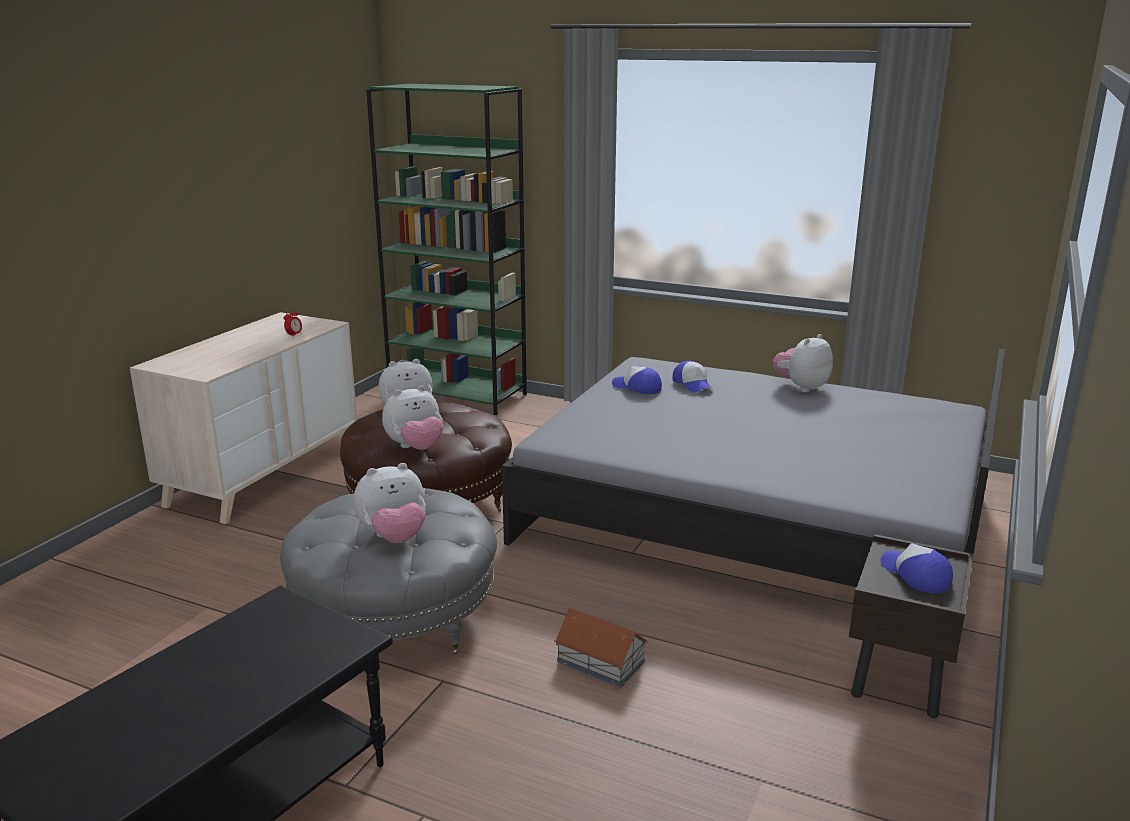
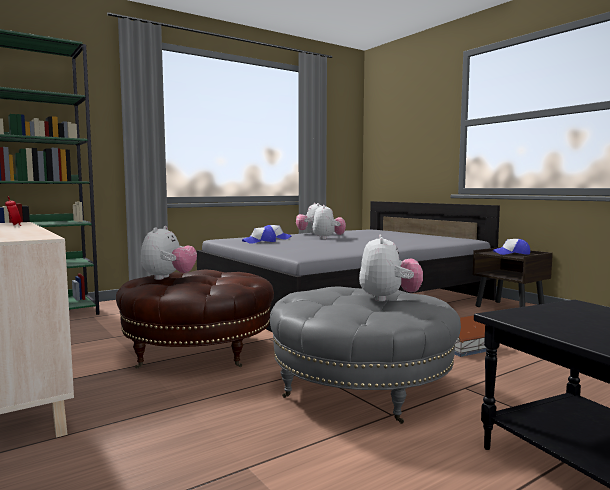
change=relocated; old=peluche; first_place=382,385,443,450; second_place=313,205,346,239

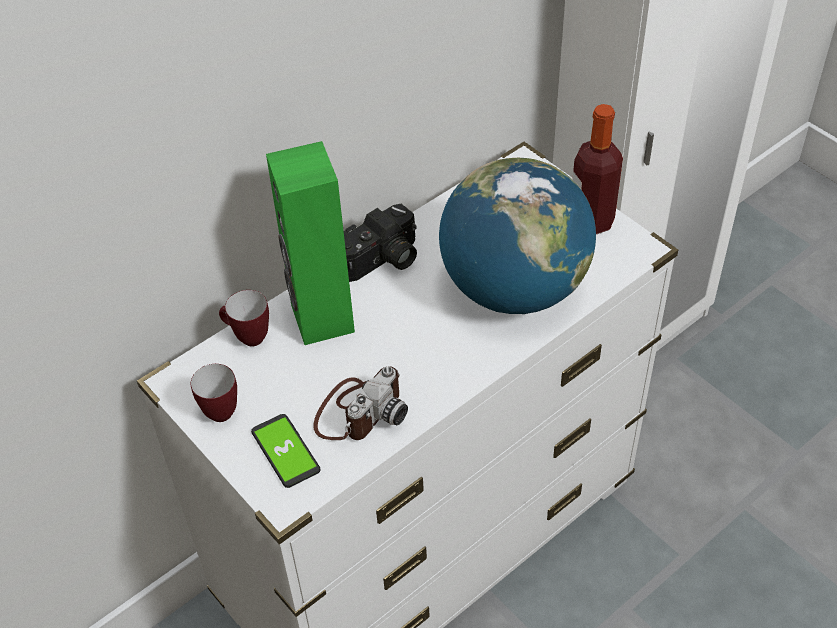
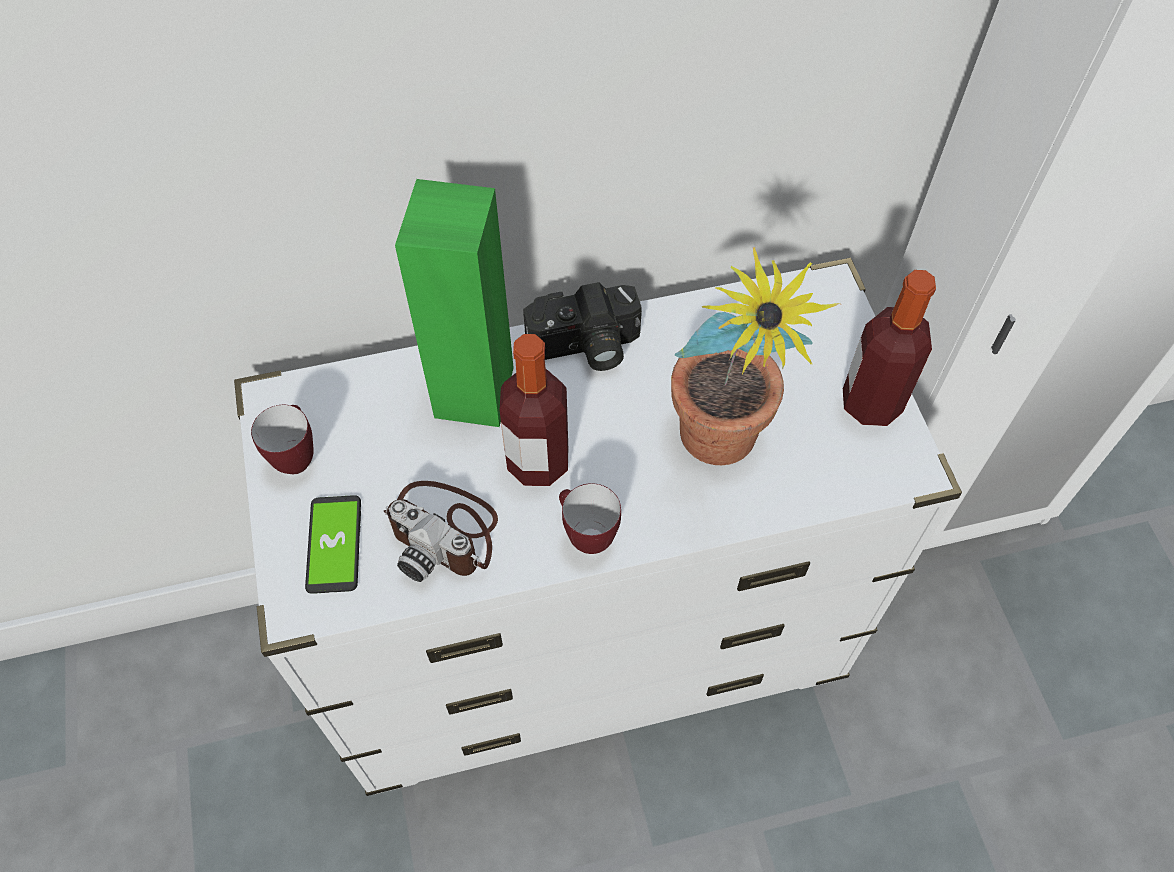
change=relocated; old=mug; first_place=219,290,269,347; second_place=559,483,621,554
change=spun; old=appareil photo; first_place=313,366,408,440; second_place=383,481,498,582; degrees=60
change=exchanged; old=globe; new=plante en pot; first_place=439,158,596,314; second_place=671,247,841,465
change=appeared; new=bouteille; second_place=500,334,568,486

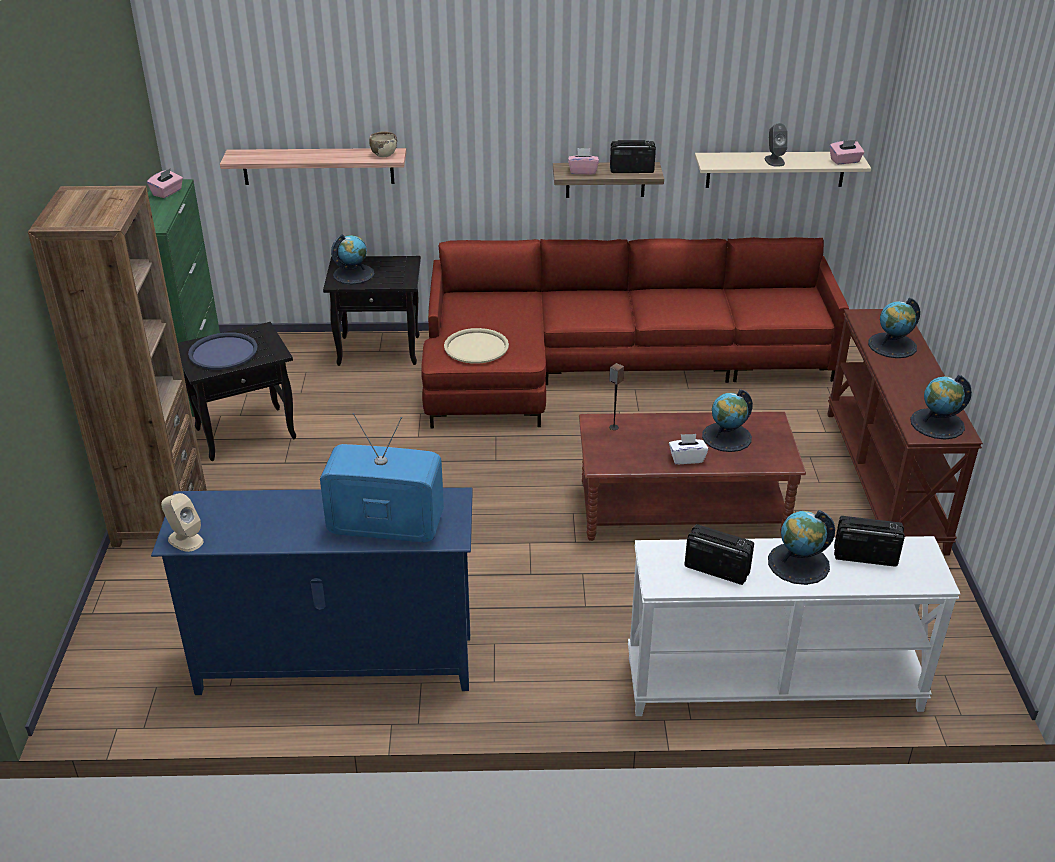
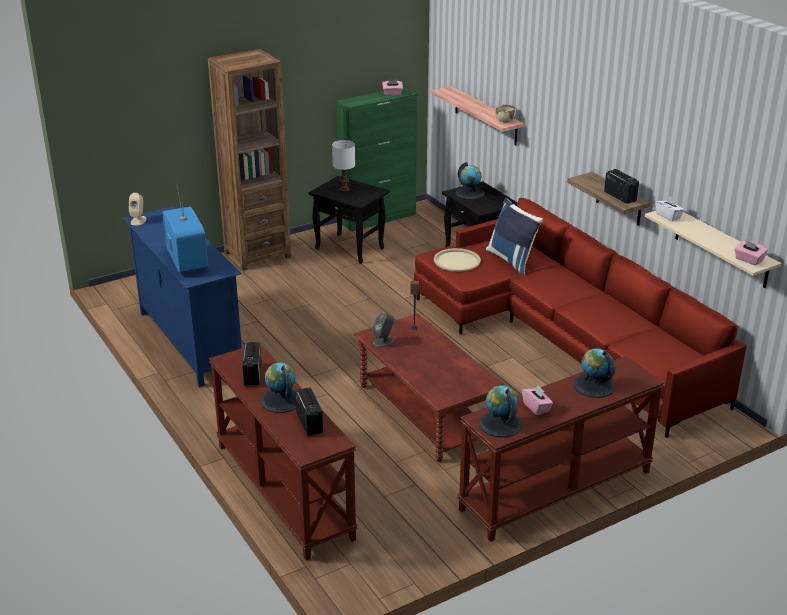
change=exchanged; old=plateau/bleu; new=lampe de table/blanc; first_place=188,332,258,370; second_place=332,140,355,192
change=relocated; old=boîte à mouchoirs/rose; first_place=568,148,599,175; second_place=522,385,553,416
change=colour; old=table console/blanc; new=table console/marron; first_place=628,536,960,716; second_place=209,344,358,561
change=relocated; old=boîte à mouchoirs/blanc; first_place=669,434,708,464; second_place=655,196,684,221
change=missing; old=globe; first_place=702,389,753,452
change=relocated; old=enceinte/gris; first_place=765,123,788,167; second_place=372,312,394,347
change=appeared; new=coussin/bleu; second_place=486,198,543,275

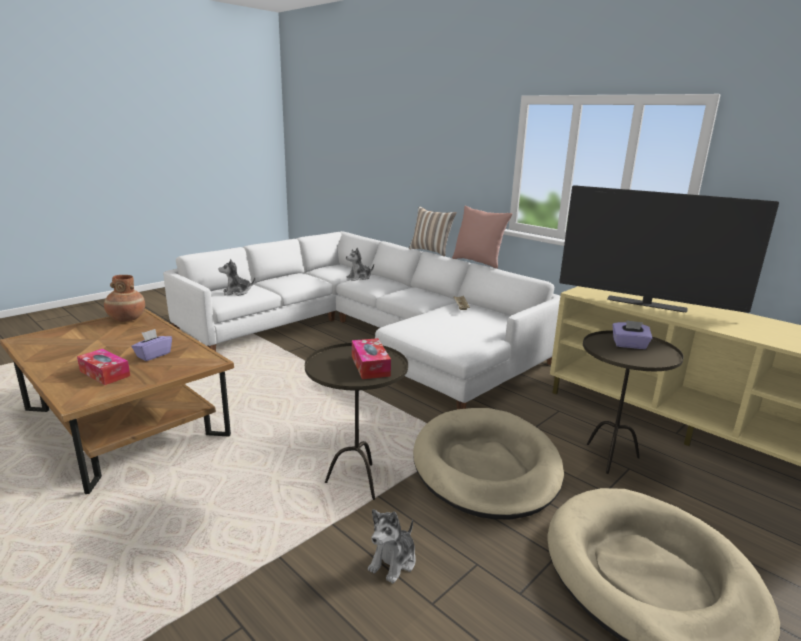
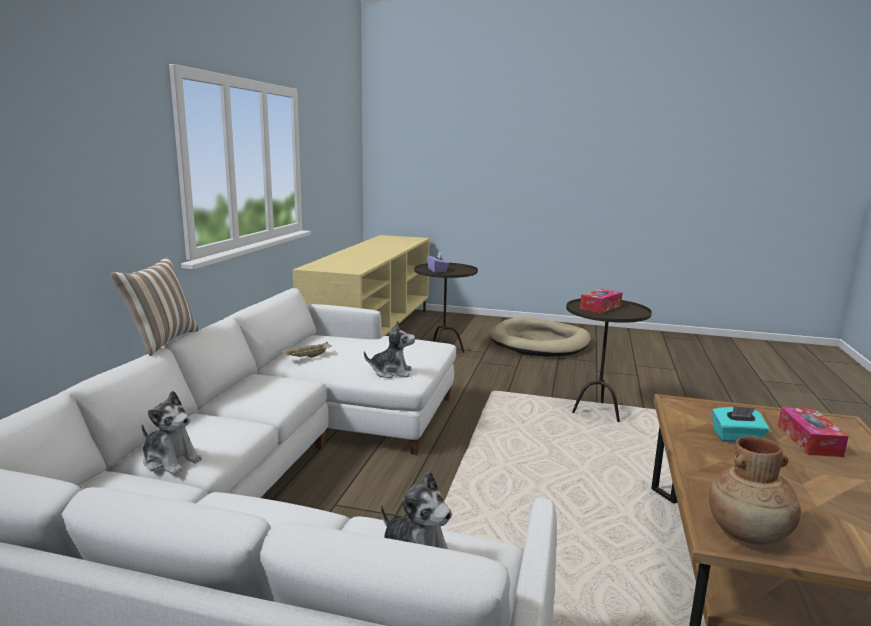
change=colour; old=boîte à mouchoirs/violet; new=boîte à mouchoirs/turquoise; first_place=132,329,172,361; second_place=712,406,769,442
change=relocated; old=peluche; first_place=368,509,416,584; second_place=364,321,415,378
change=missing; old=panier pour chien/beige; first_place=413,408,564,519
change=missing; old=coussin/rose; first_place=452,206,513,269
change=missing; old=téléviseur; first_place=559,185,779,313

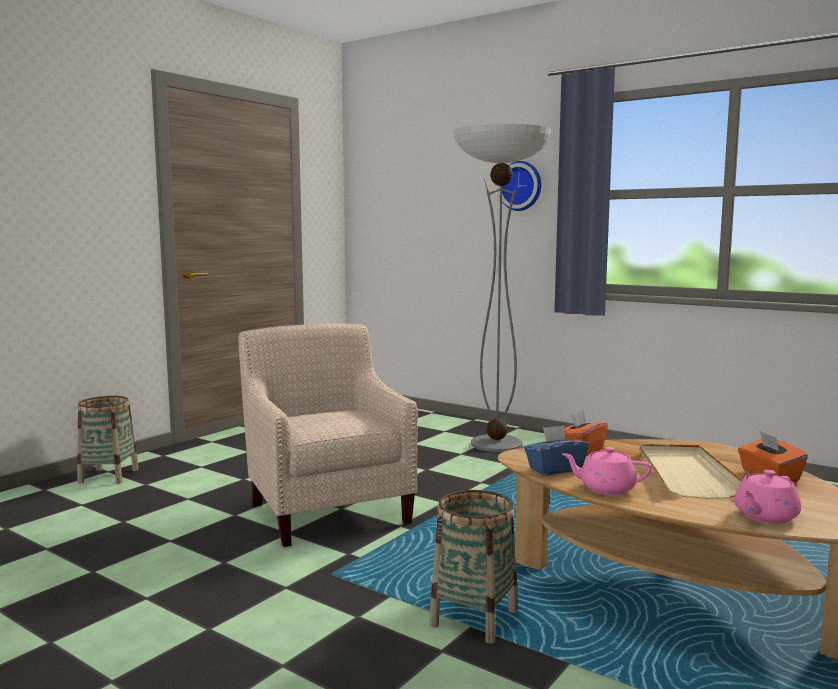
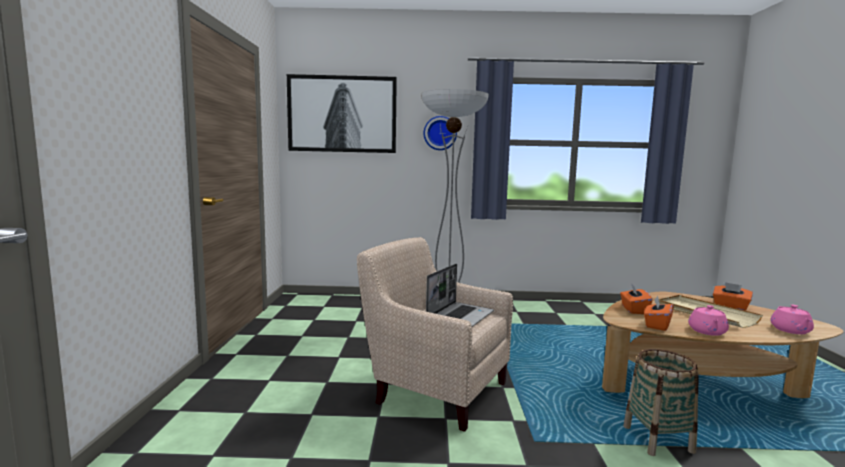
change=missing; old=panier; first_place=77,396,139,484
change=colour; old=boîte à mouchoirs/bleu; new=boîte à mouchoirs/orange; first_place=524,425,589,475; second_place=644,296,674,331
change=spun; old=théière/rose; first_place=562,447,652,495; second_place=688,305,729,336; degrees=-45
change=appeared; new=tableau; second_place=287,74,397,153
change=appeared; new=ordinateur portable; second_place=426,264,494,327

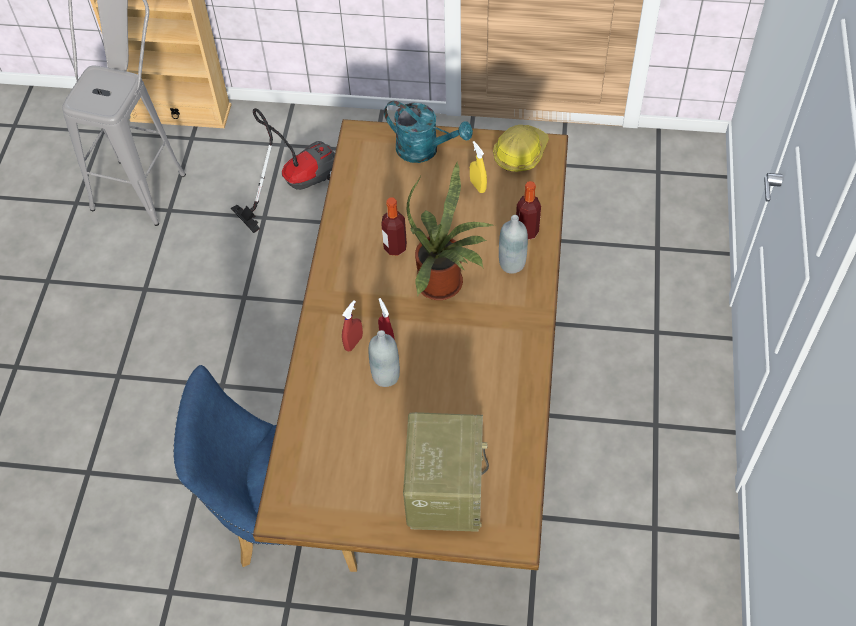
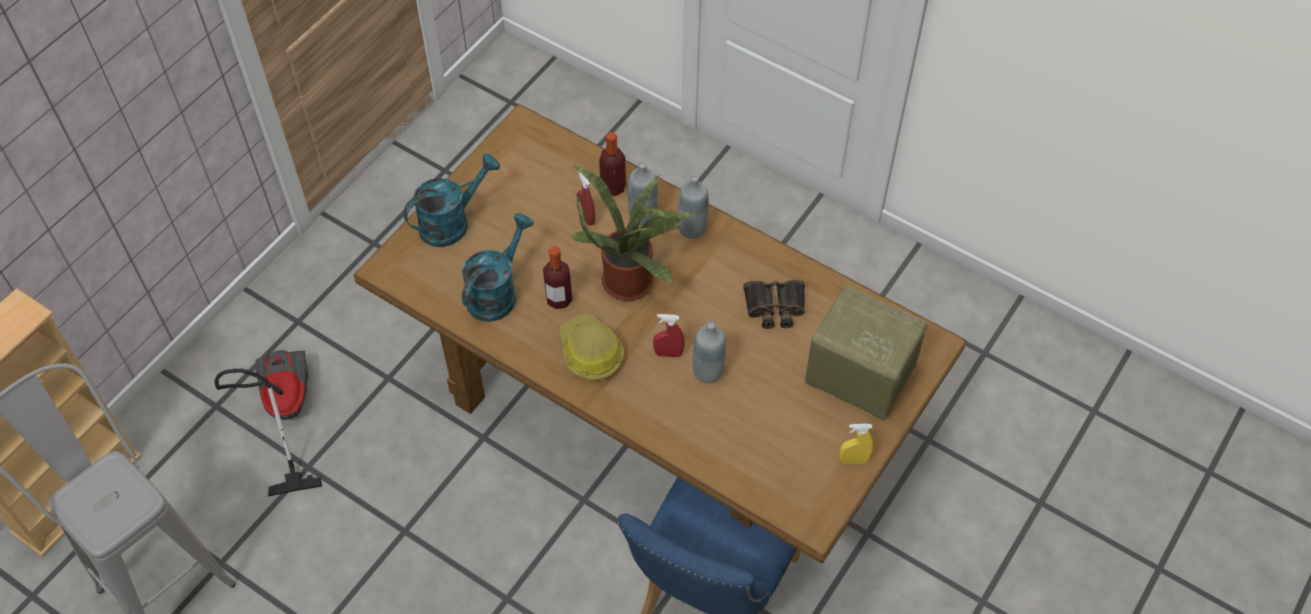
change=relocated; old=vaporisateur/rouge; first_place=342,300,363,351; second_place=576,171,595,226
change=relocated; old=vaporisateur/jaune; first_place=470,141,487,193; second_place=839,424,873,464
change=relocated; old=casque de chantier; first_place=493,125,549,172; second_place=559,314,624,380
change=appeared; new=arrosoir/turquoise; second_place=462,213,534,322
change=appeared; new=bouteille/gris; second_place=678,175,709,239
change=appeared; new=jumelles; second_place=743,280,805,329

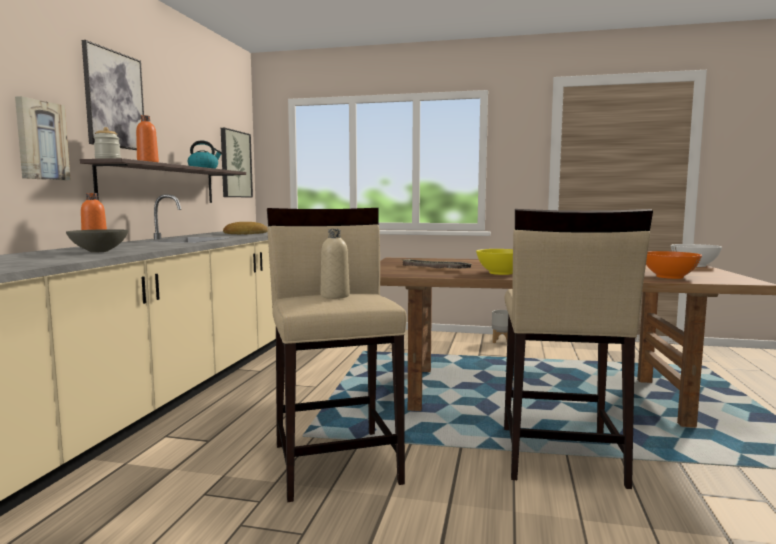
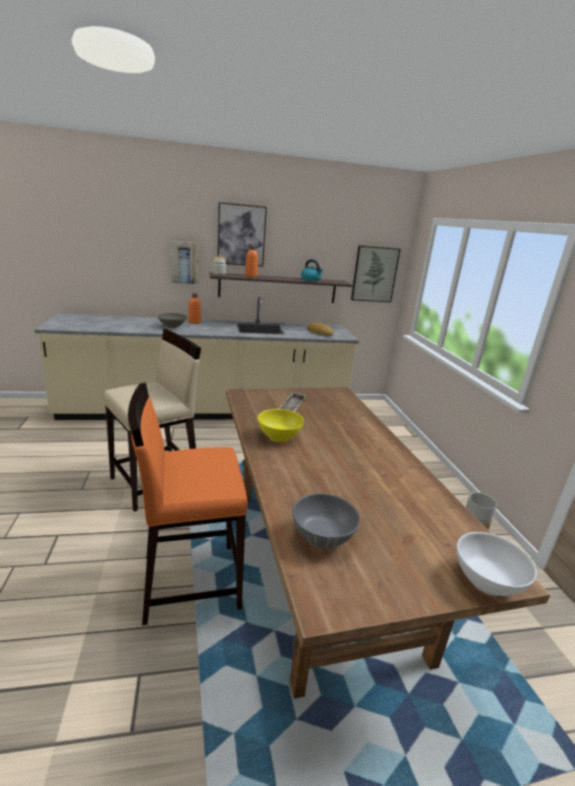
change=missing; old=bouteille/beige; first_place=321,229,350,299
change=colour; old=tabouret/beige; new=tabouret/orange; first_place=504,209,653,489; second_place=128,383,248,625
change=colour; old=bol/orange; new=bol/gris; first_place=646,251,702,279; second_place=292,493,360,548

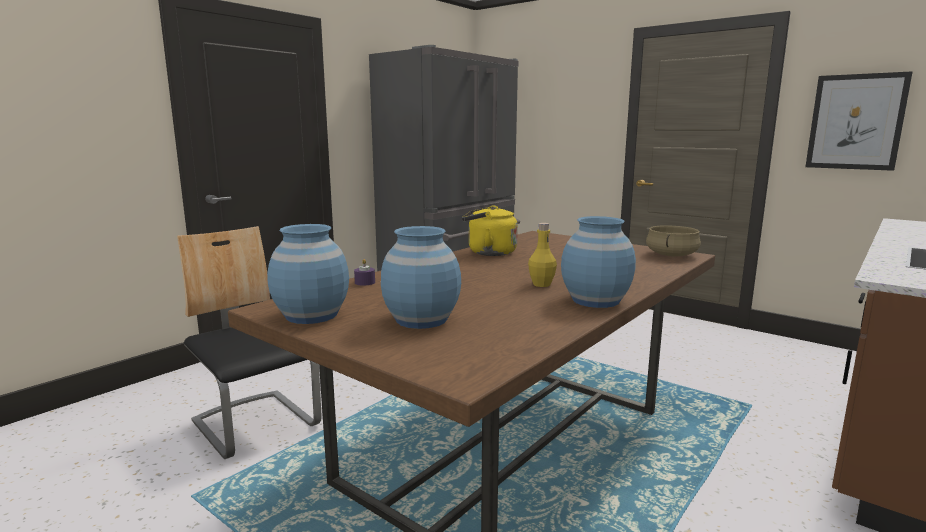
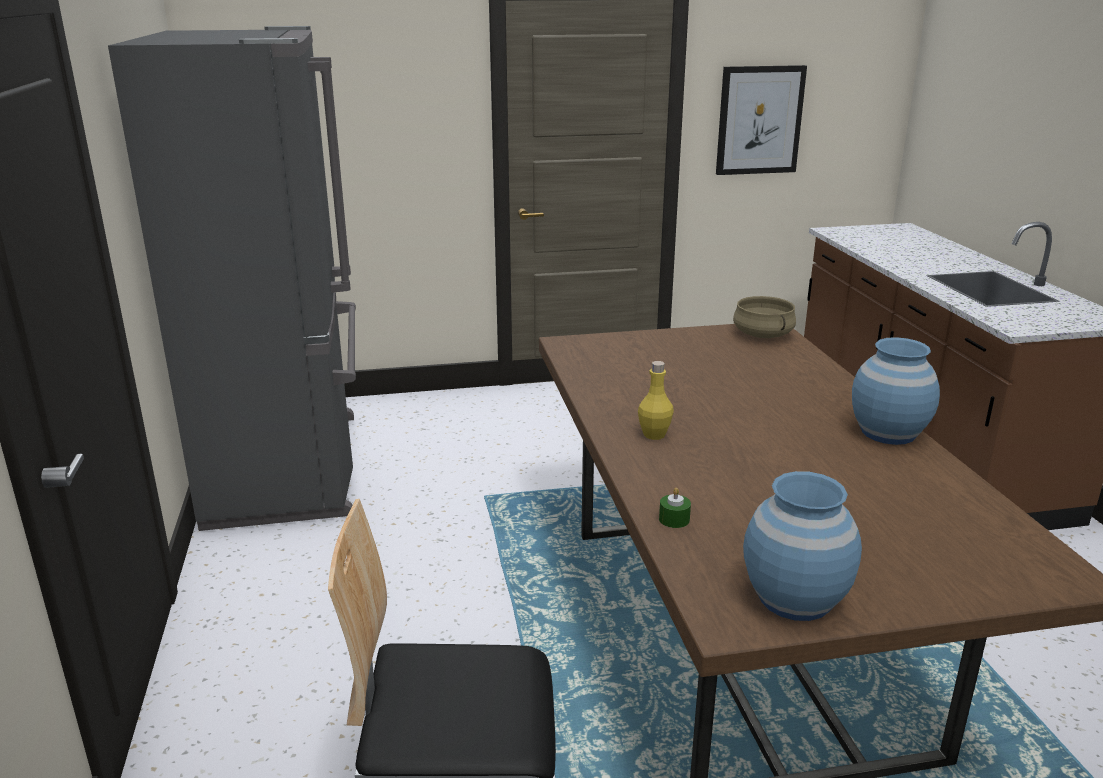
change=colour; old=bougie/violet; new=bougie/vert; first_place=354,259,375,286; second_place=659,488,691,528
change=missing; old=vase/bleu; first_place=381,226,461,329
change=missing; old=bouilloire/jaune; first_place=462,205,518,256
change=relocated; old=bouteille/jaune; first_place=528,223,557,287; second_place=638,361,674,440

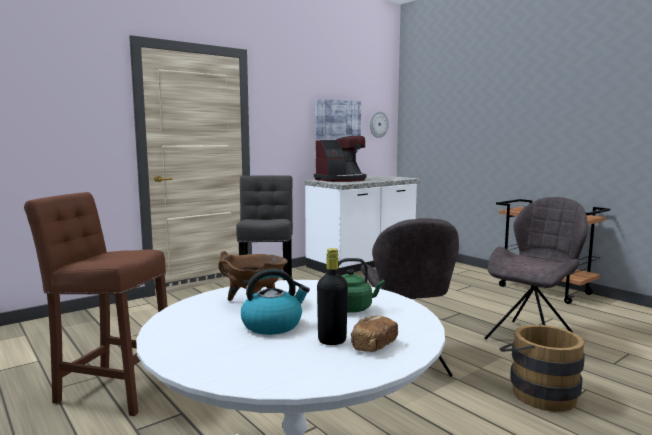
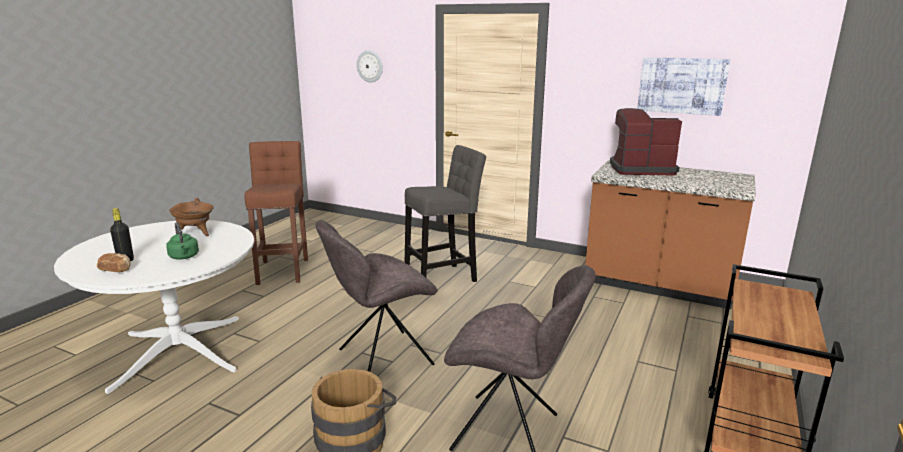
change=missing; old=bouilloire; first_place=241,269,310,335
change=colour; old=comptoir de cuisine/blanc; new=comptoir de cuisine/marron; first_place=304,175,420,275; second_place=585,160,756,309
change=spun; old=machine à café; first_place=314,136,366,182; second_place=610,108,682,175; degrees=150
change=relocated; old=horloge murale; first_place=370,111,389,138; second_place=357,50,383,83

